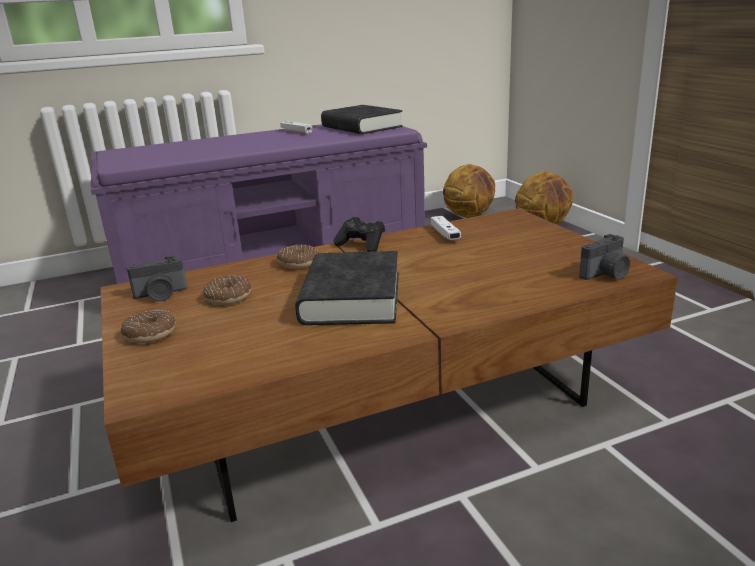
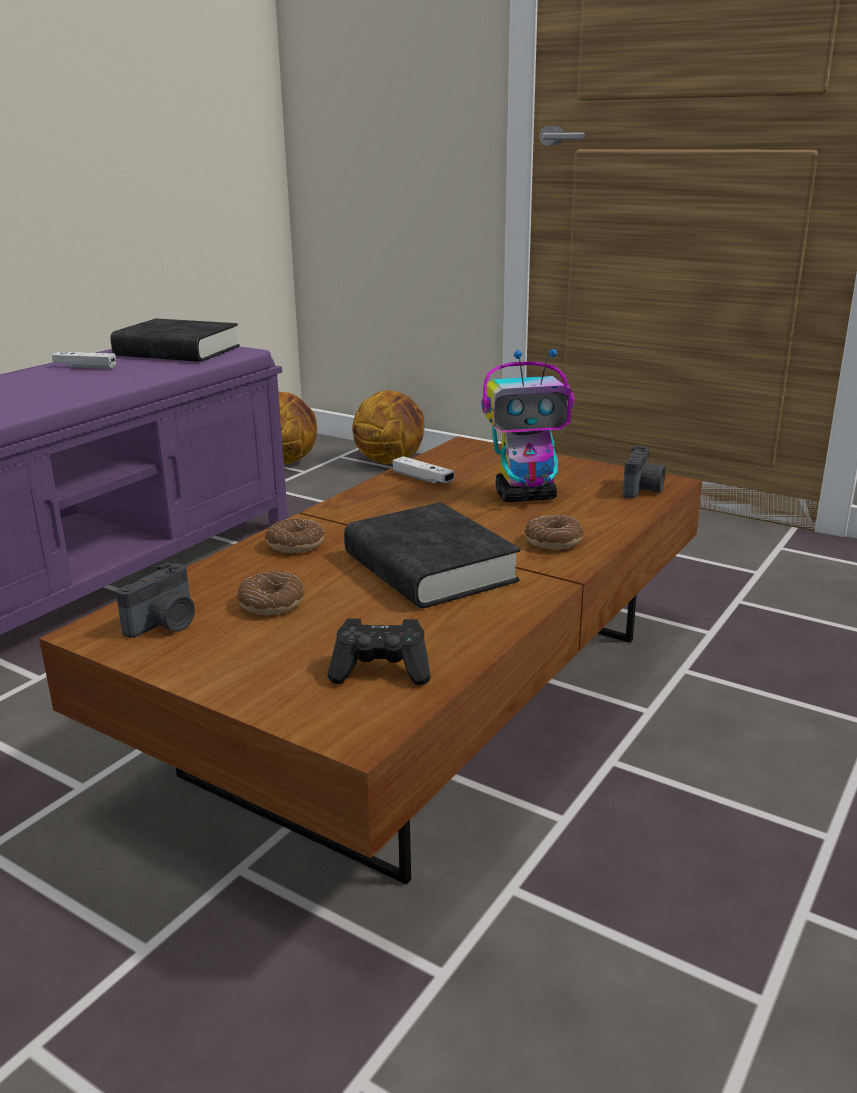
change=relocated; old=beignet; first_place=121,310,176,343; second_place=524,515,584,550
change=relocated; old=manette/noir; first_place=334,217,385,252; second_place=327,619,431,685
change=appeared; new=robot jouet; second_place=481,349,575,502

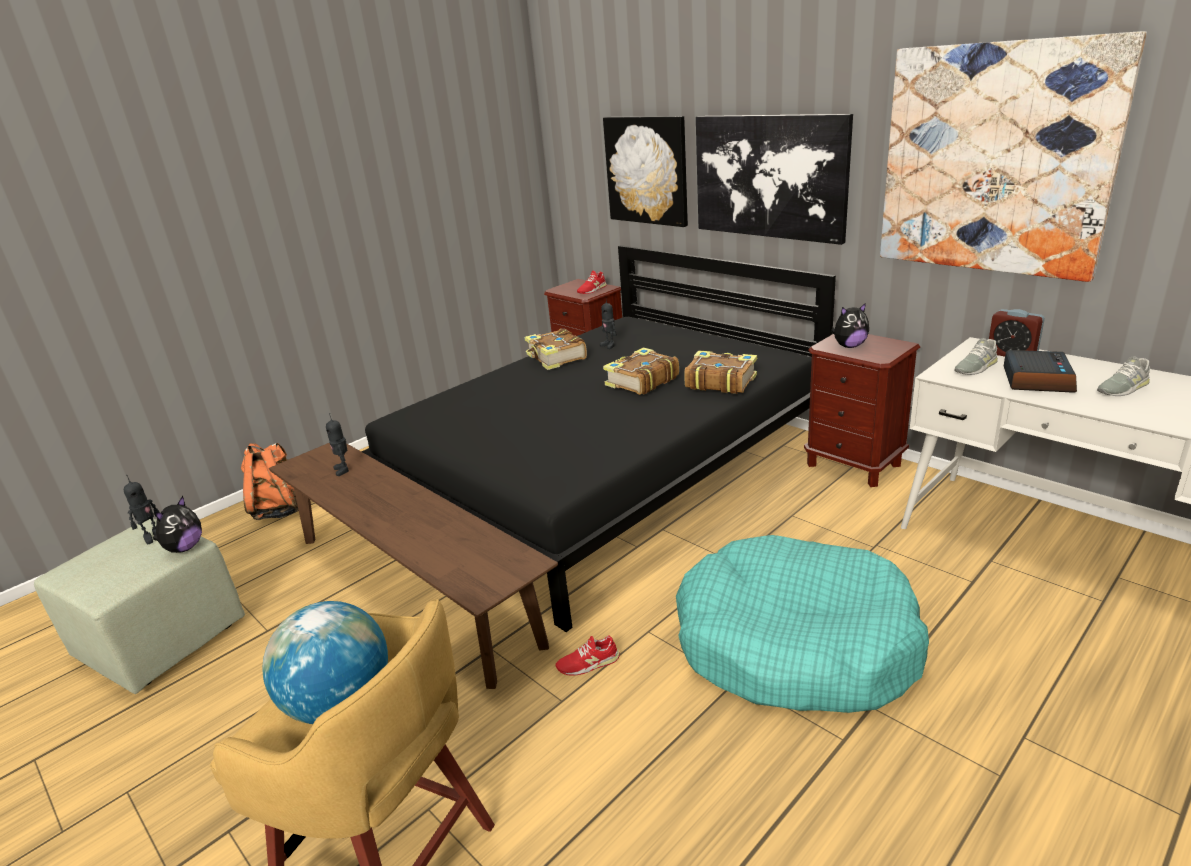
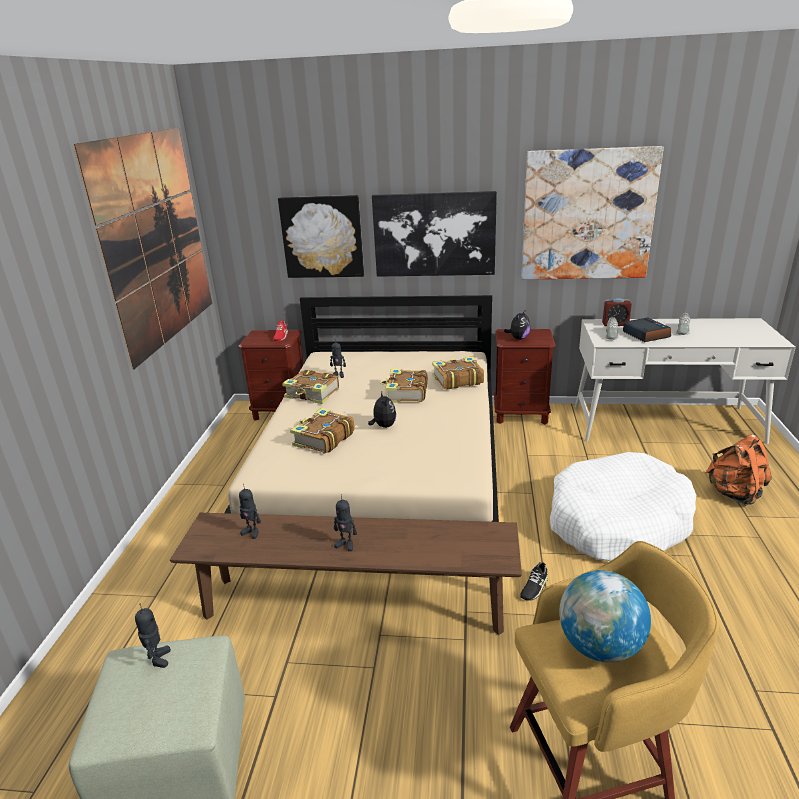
change=relocated; old=peluche; first_place=153,496,202,553; second_place=368,392,396,428
change=relocated; old=sac à dos/orange; first_place=241,443,299,520; second_place=705,434,771,506
change=colour; old=lit/noir; new=lit/beige; first_place=361,245,836,632; second_place=224,295,499,522
change=colour; old=chaussure/rouge; new=chaussure/noir; first_place=556,636,620,676; second_place=520,562,548,601
change=colour; old=panier pour chien/turquoise; new=panier pour chien/blanc; first_place=676,535,929,713; second_place=550,452,696,561
change=appeared; new=tableau; second_place=73,128,212,370
change=appeared; new=livre; second_place=290,408,355,454
change=appeared; new=robot jouet; second_place=334,494,357,551

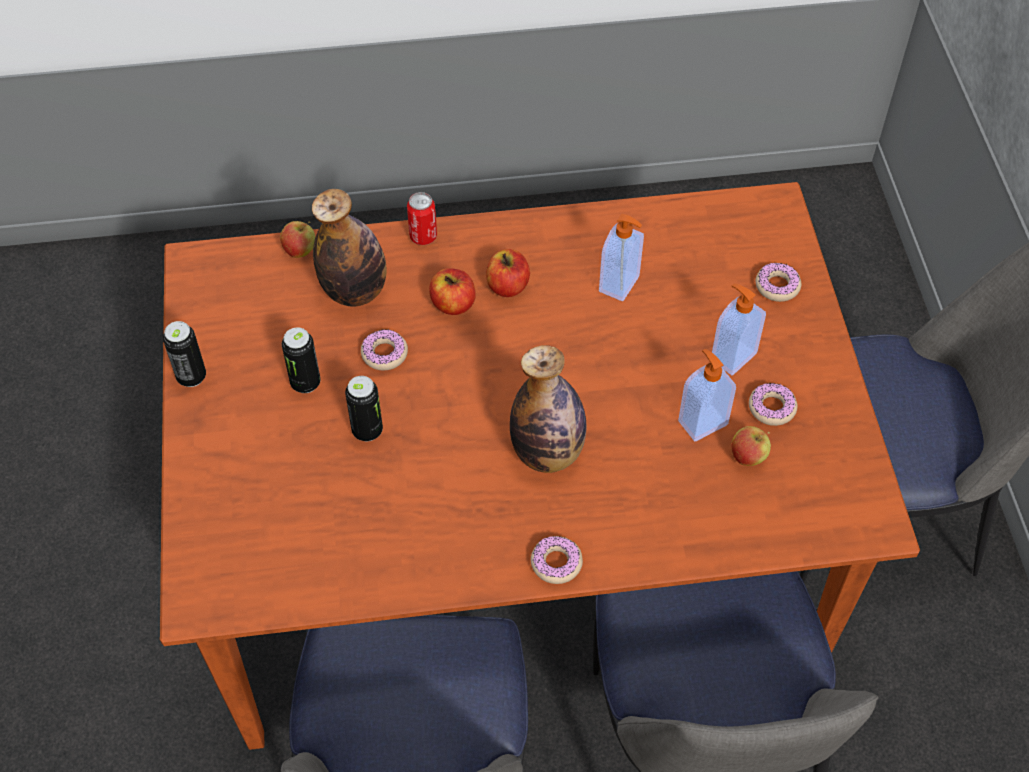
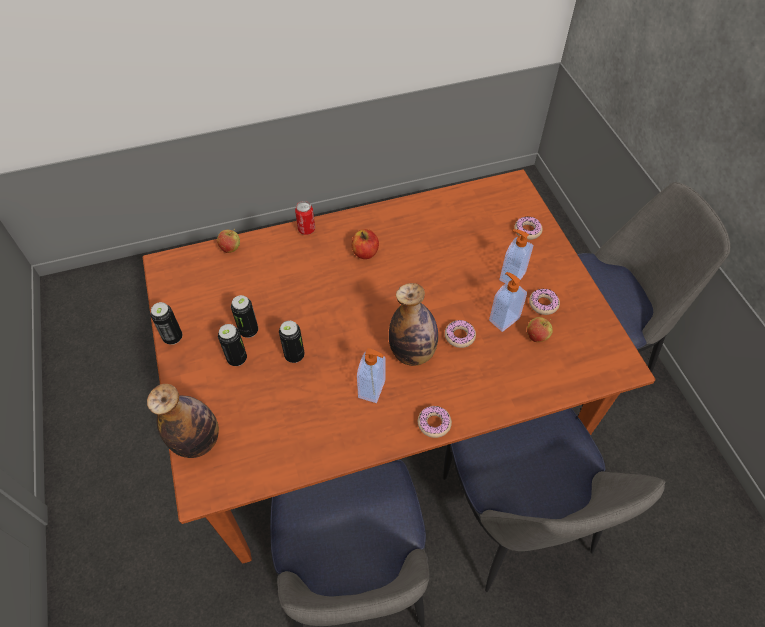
change=relocated; old=bouteille; first_place=312,189,386,307; second_place=147,384,219,458
change=relocated; old=beignet; first_place=361,329,408,370; second_place=445,320,476,348
change=missing; old=pomme; first_place=429,268,476,315
change=relocated; old=distributeur de savon; first_place=599,214,644,301; second_place=357,348,386,403
change=appeared; new=boîte métallique; second_place=218,324,247,366

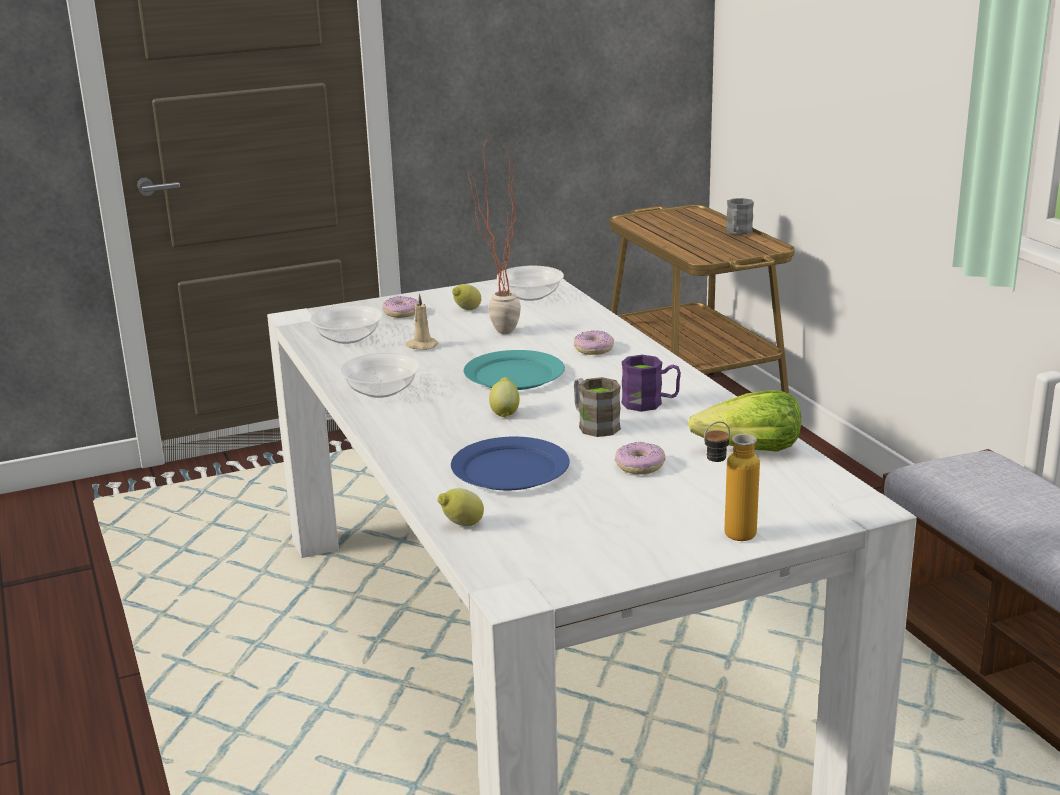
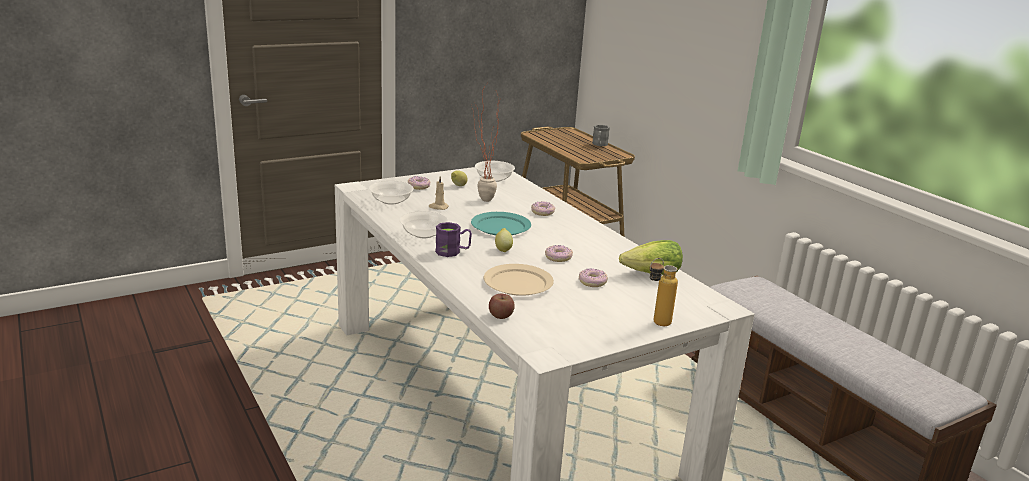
change=exchanged; old=citron; new=pomme; first_place=438,488,484,526; second_place=489,294,515,319
change=colour; old=assiette/bleu; new=assiette/beige; first_place=451,437,570,490; second_place=484,264,554,296
change=exchanged; old=mug/marron; new=beignet; first_place=574,377,621,437; second_place=545,245,573,262
change=relocated; old=mug/violet; first_place=622,355,681,412; second_place=435,222,472,257

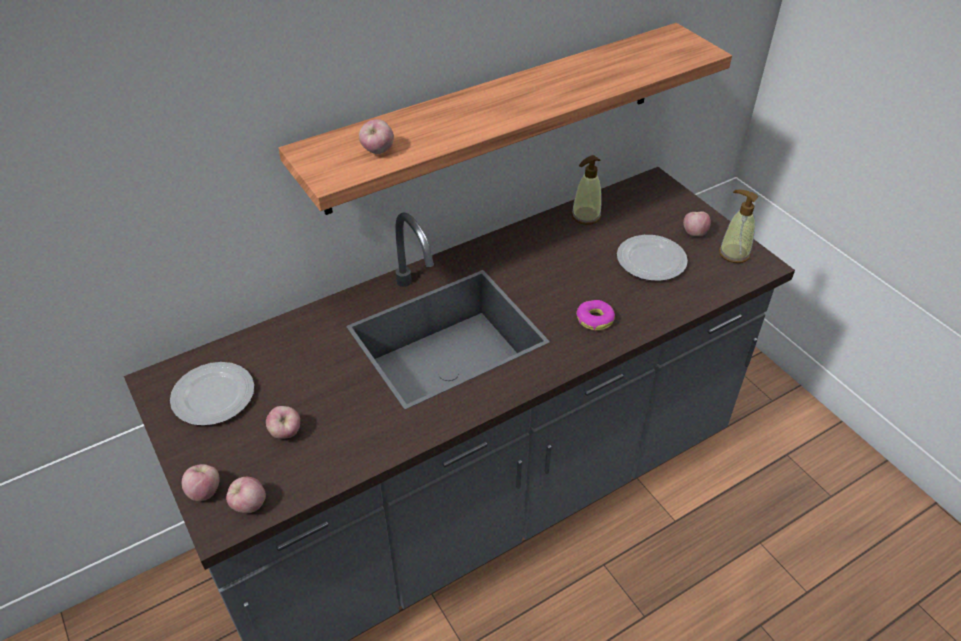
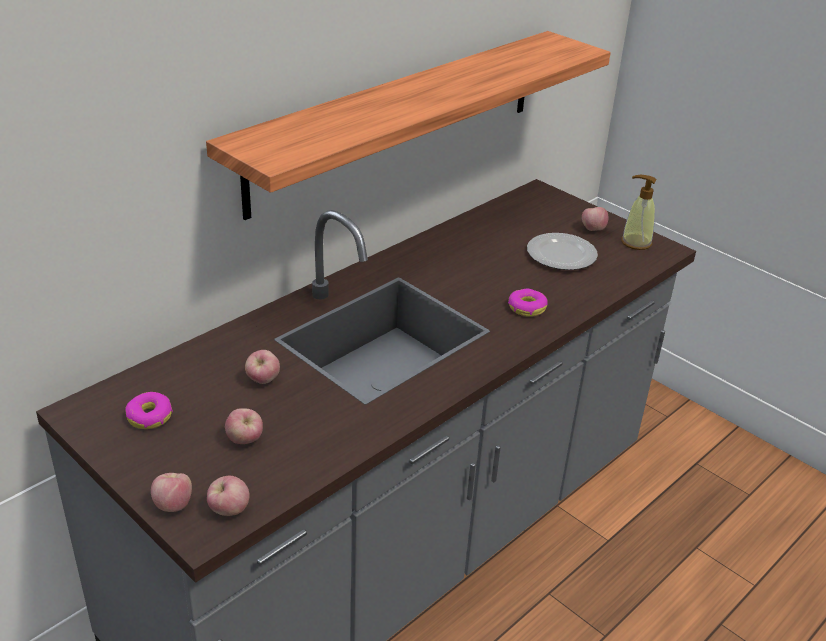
change=exchanged; old=assiette; new=beignet; first_place=170,362,254,426; second_place=125,392,173,429
change=relocated; old=pomme; first_place=359,119,394,154; second_place=245,350,280,384
change=missing; old=distributeur de savon; first_place=571,155,602,225

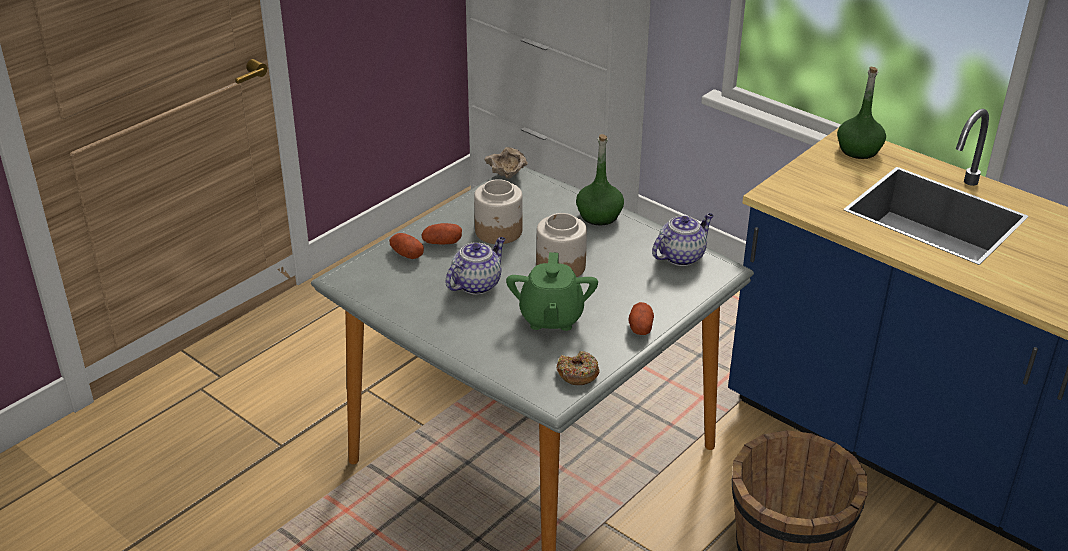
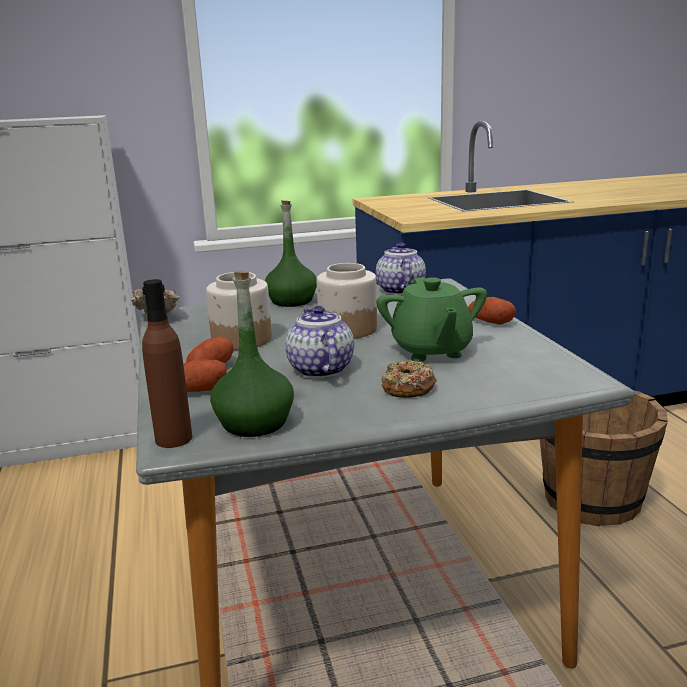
change=spun; old=théière/vert; first_place=506,252,598,331; second_place=376,277,487,362; degrees=45
change=relocated; old=beignet; first_place=557,351,600,385; second_place=381,360,437,398
change=relocated; old=bouteille/vert; first_place=837,67,886,159; second_place=210,271,294,437
change=appeared; new=bouteille/marron; second_place=142,279,192,448

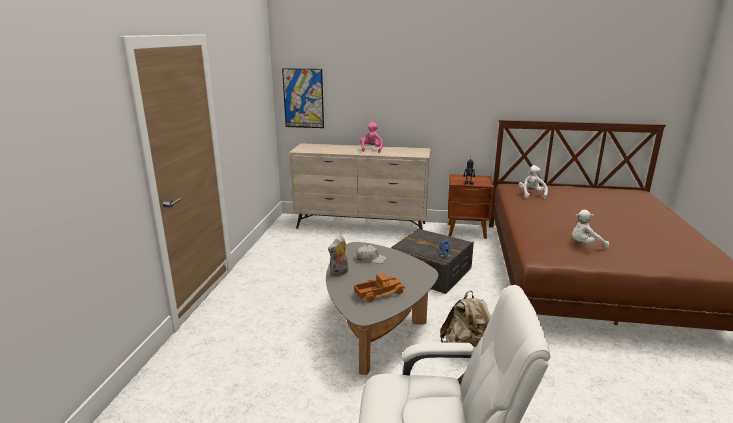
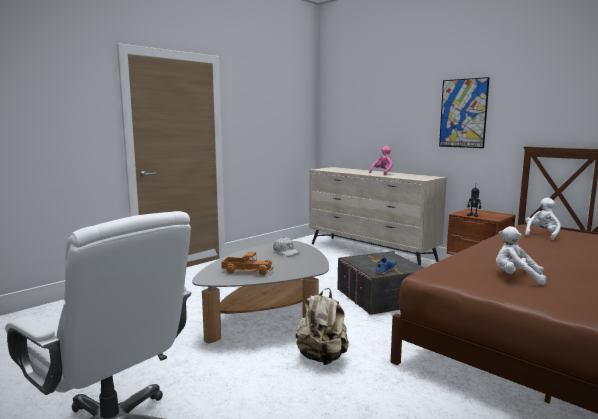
change=relocated; old=tableau; first_place=282,68,324,128; second_place=439,77,490,148
change=missing; old=peluche; first_place=328,236,348,277

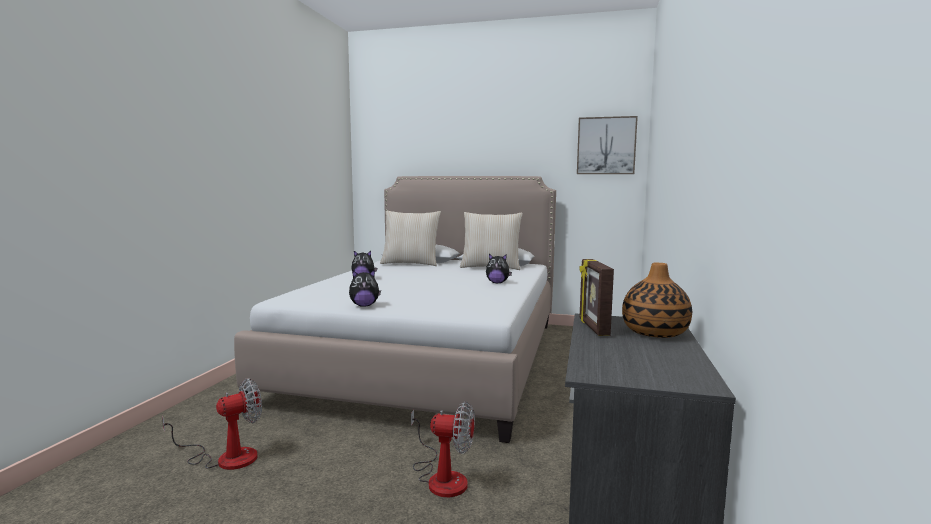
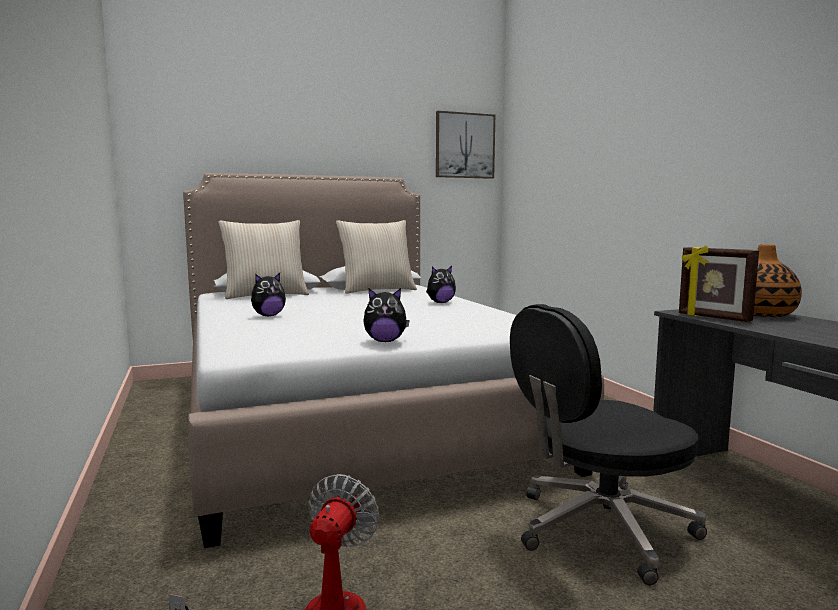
change=spun; old=peluche; first_place=349,269,381,307; second_place=363,288,410,342; degrees=45
change=exchanged; old=ventilateur; new=chaise de bureau/noir; first_place=411,401,475,497; second_place=510,304,707,585

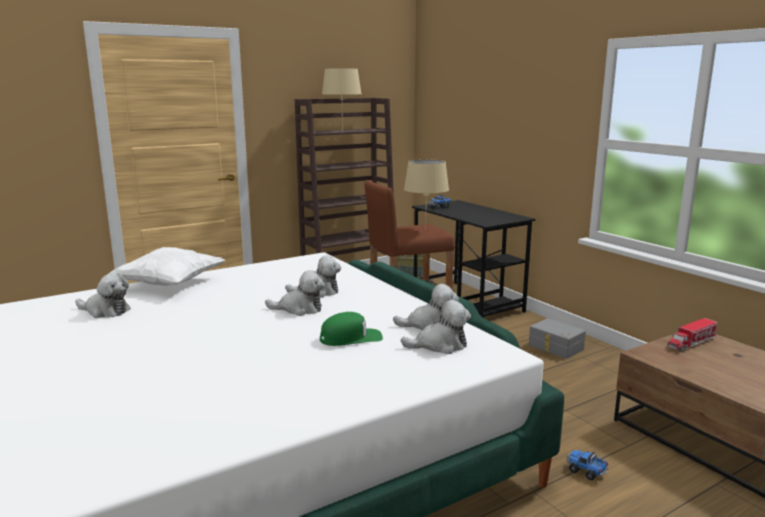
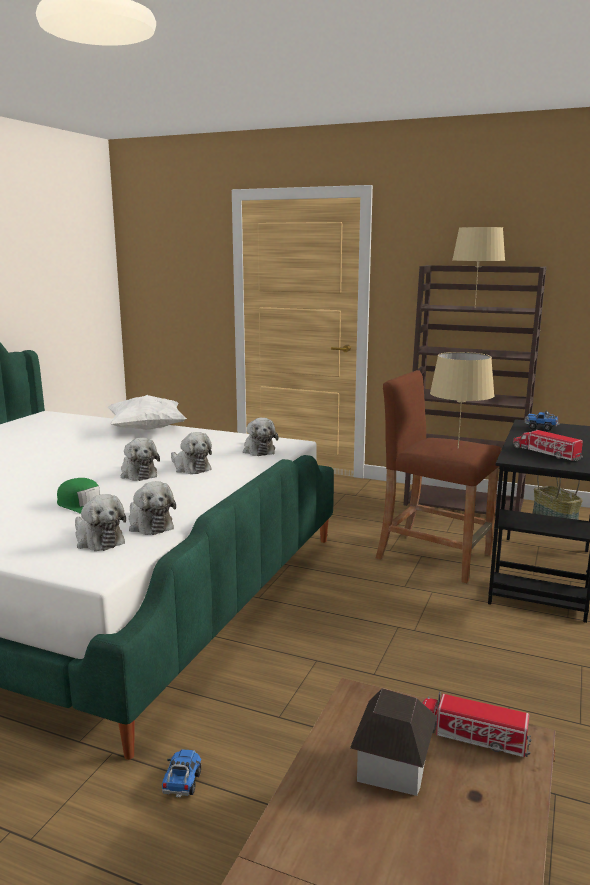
change=relocated; old=peluche; first_place=75,273,131,318; second_place=243,418,278,456
change=missing; old=boîte de rangement/gris; first_place=529,318,586,359
change=appeared; new=maison miniature; second_place=350,688,437,796
change=appeared; new=camion jouet; second_place=513,429,583,461

